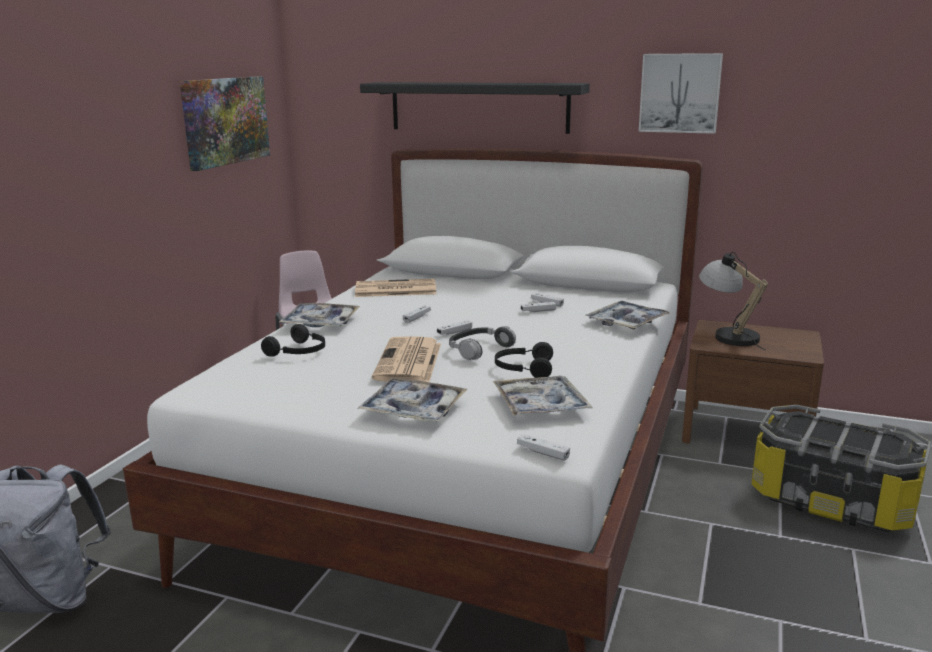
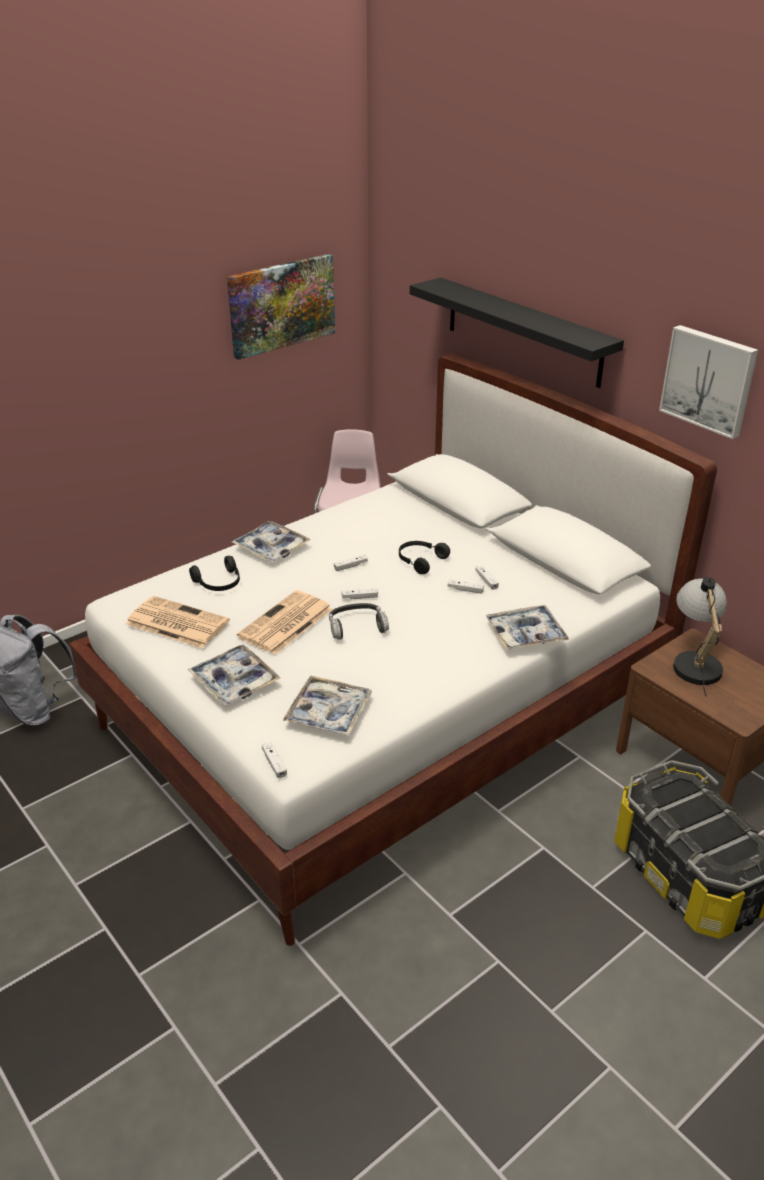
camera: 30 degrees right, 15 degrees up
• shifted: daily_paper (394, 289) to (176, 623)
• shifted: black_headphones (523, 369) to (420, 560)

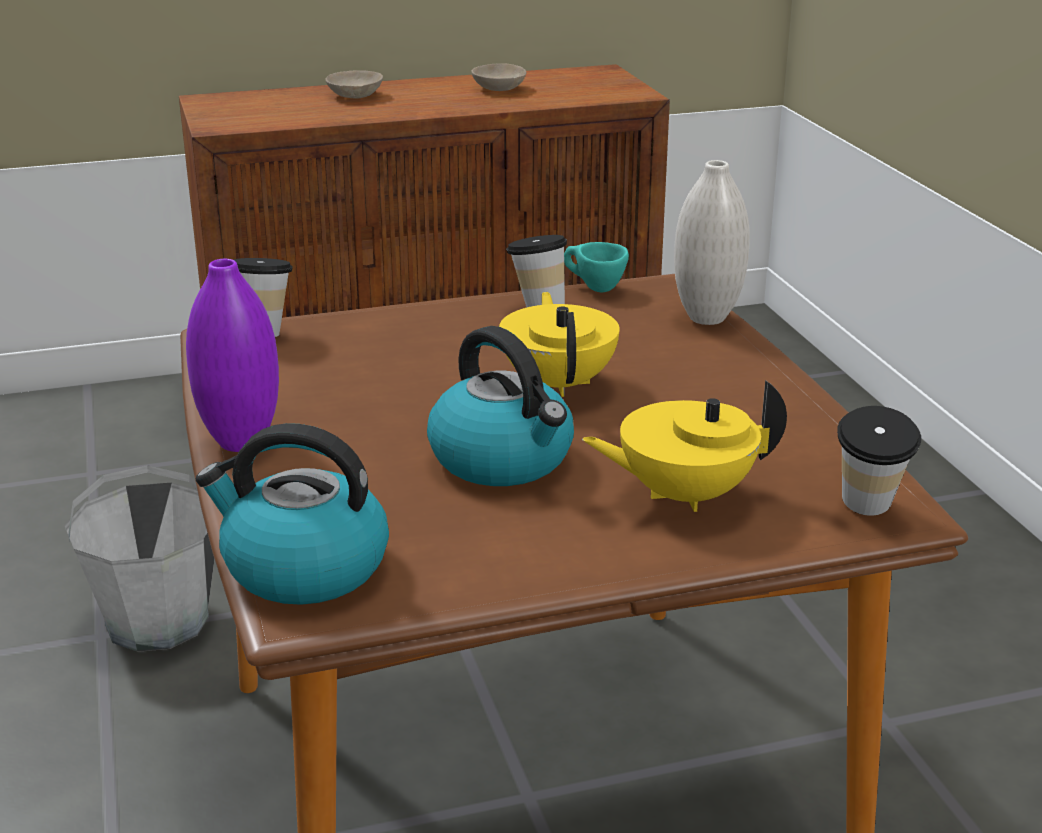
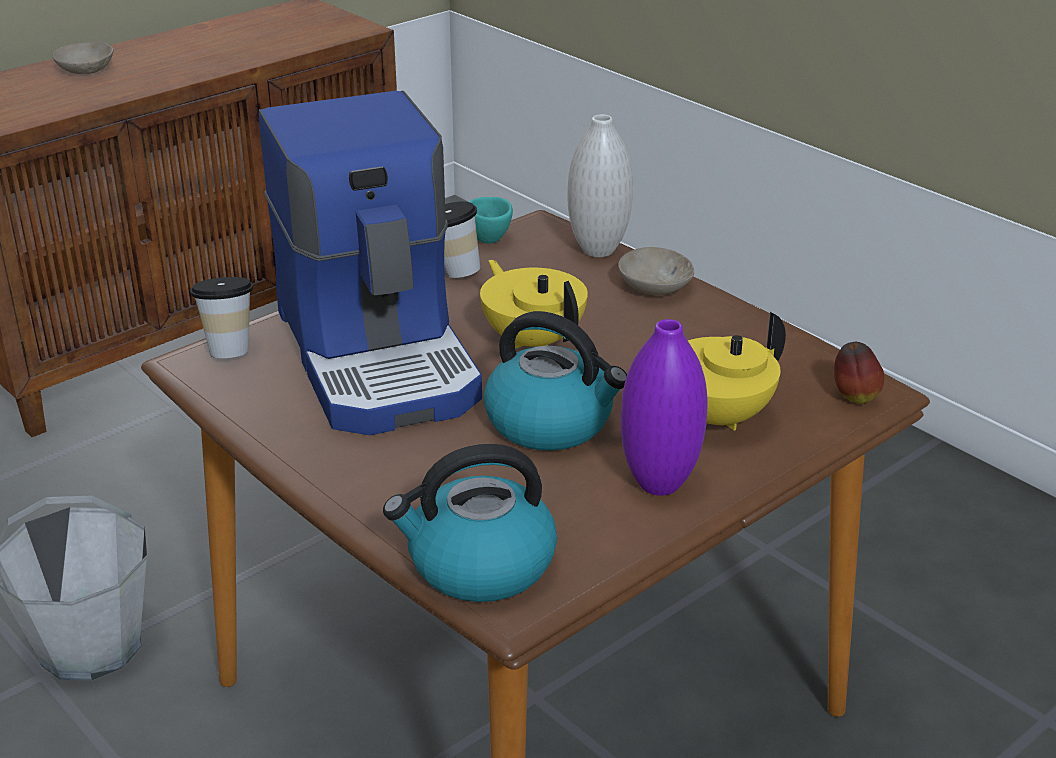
camera: 25 degrees left, 5 degrees up
• shifted: beige_serving_bowl (497, 88) to (652, 287)
• shifted: purplish_flower_vase (241, 442) to (659, 484)
• swapped: drinking_cup (868, 512) to whole_apple (854, 397)
• new: coffee_brewer (381, 356)

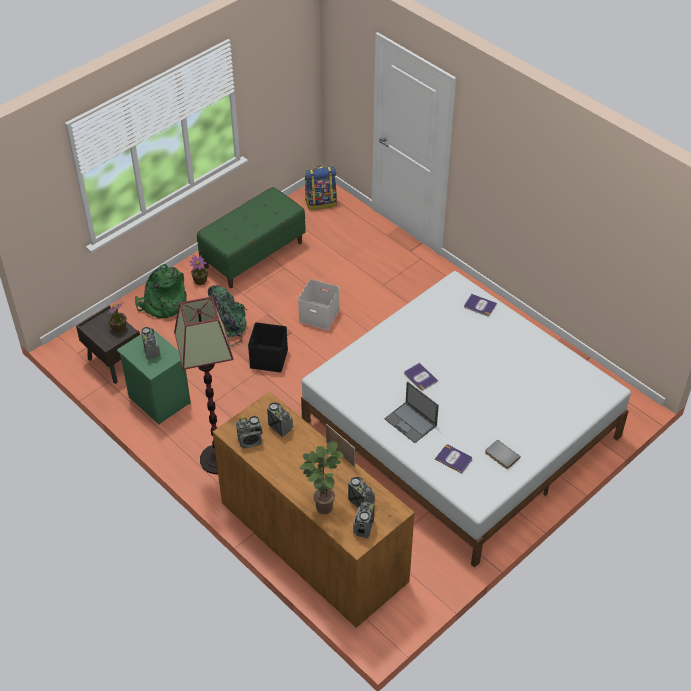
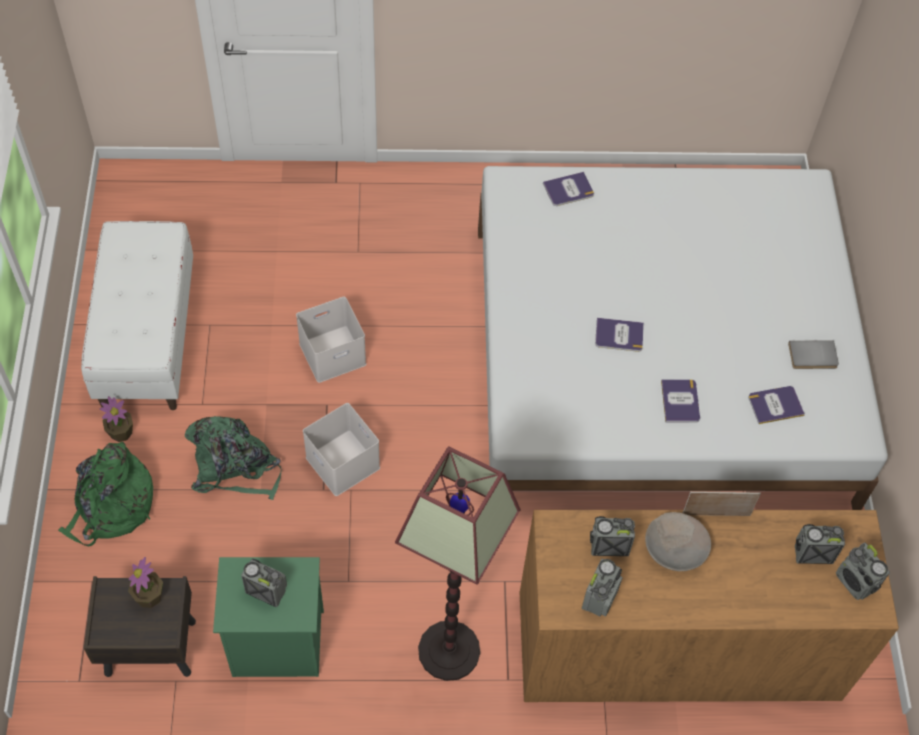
camera: 50 degrees left, 10 degrees up
• gone: rucksack (321, 202)
• repainted: greenish_bench (253, 254) to whitish_bench (147, 338)
• repainted: black_storage_box (268, 357) to whitish_storage_box (341, 462)
• swapped: laptop (411, 422) to bound_book (680, 401)
• gone: potted_plant (323, 505)
• new: beige_serving_bowl (675, 549)

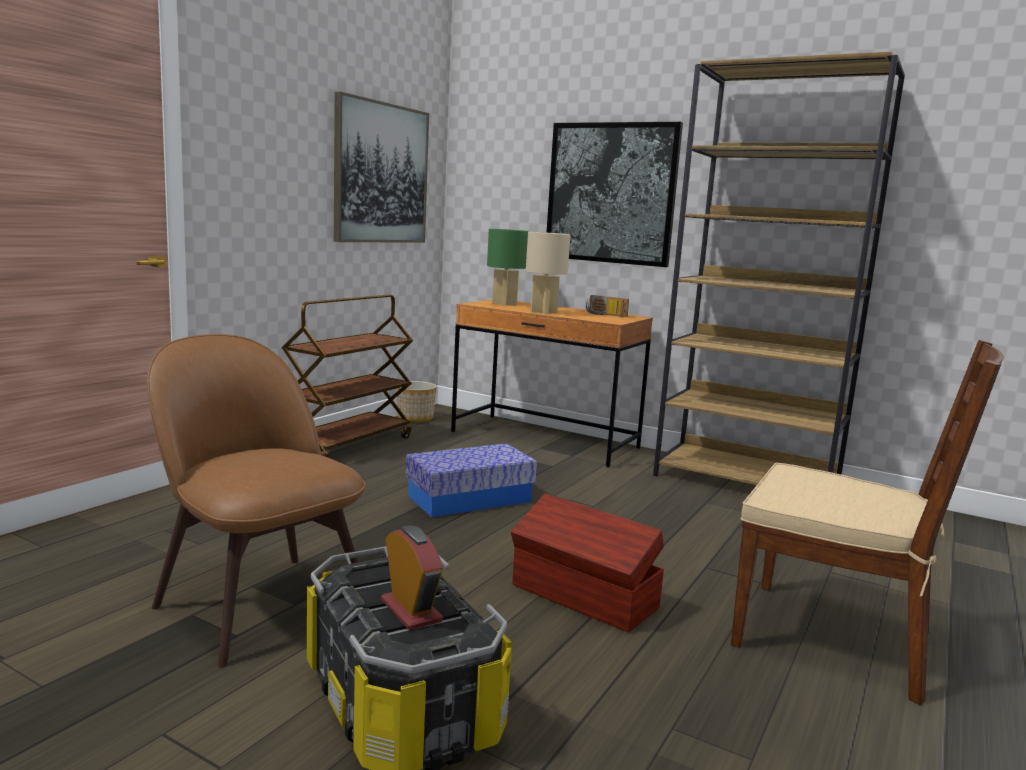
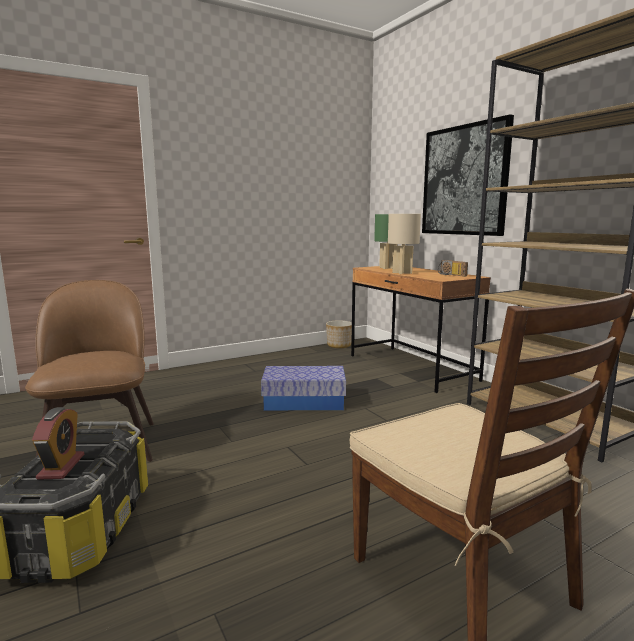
camera: 30 degrees right, 0 degrees up
• gone: picture (381, 173)
• gone: brown_trolley (348, 445)
• gone: brown_storage_box (584, 597)

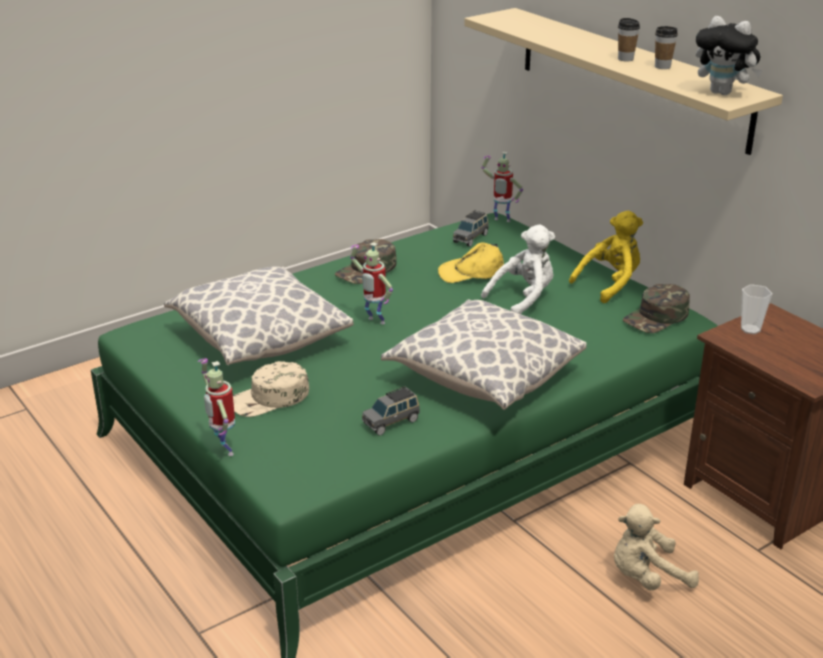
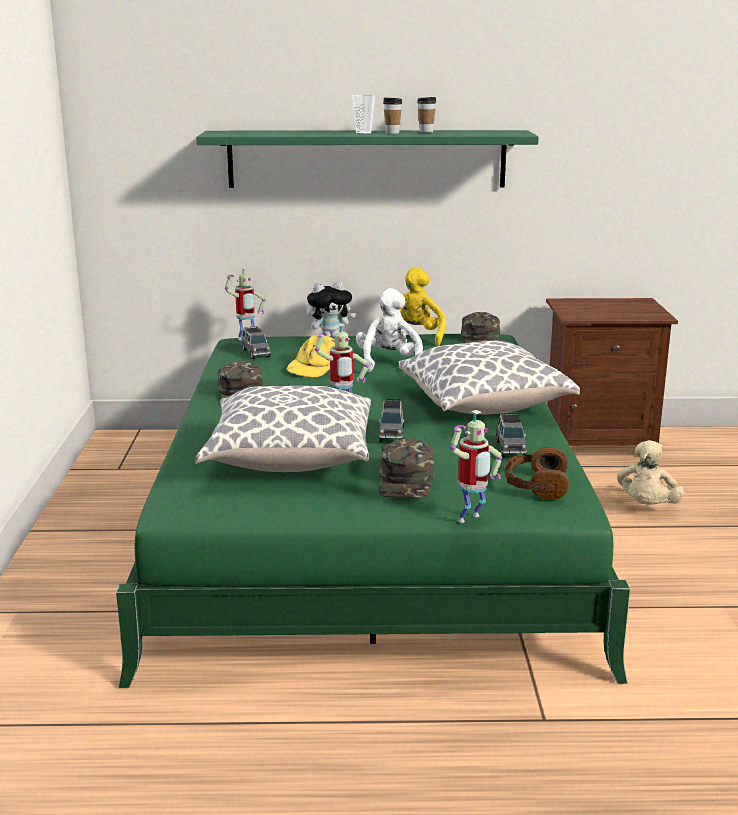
camera: 55 degrees left, 10 degrees down
• repainted: beige_wall_shelf (631, 77) to greenish_wall_shelf (367, 159)
• shifted: soft_toy (723, 93) to (330, 336)
• shifted: drinking_cup (750, 329) to (363, 133)
• rotated: robot_figure (223, 450) = (471, 520) 45 degrees counterclockwise
• repainted: beige_peaked_cap (269, 398) to greenish_peaked_cap (406, 481)
• new: greyish_model_car (391, 434)
• new: brown_headphones (535, 485)

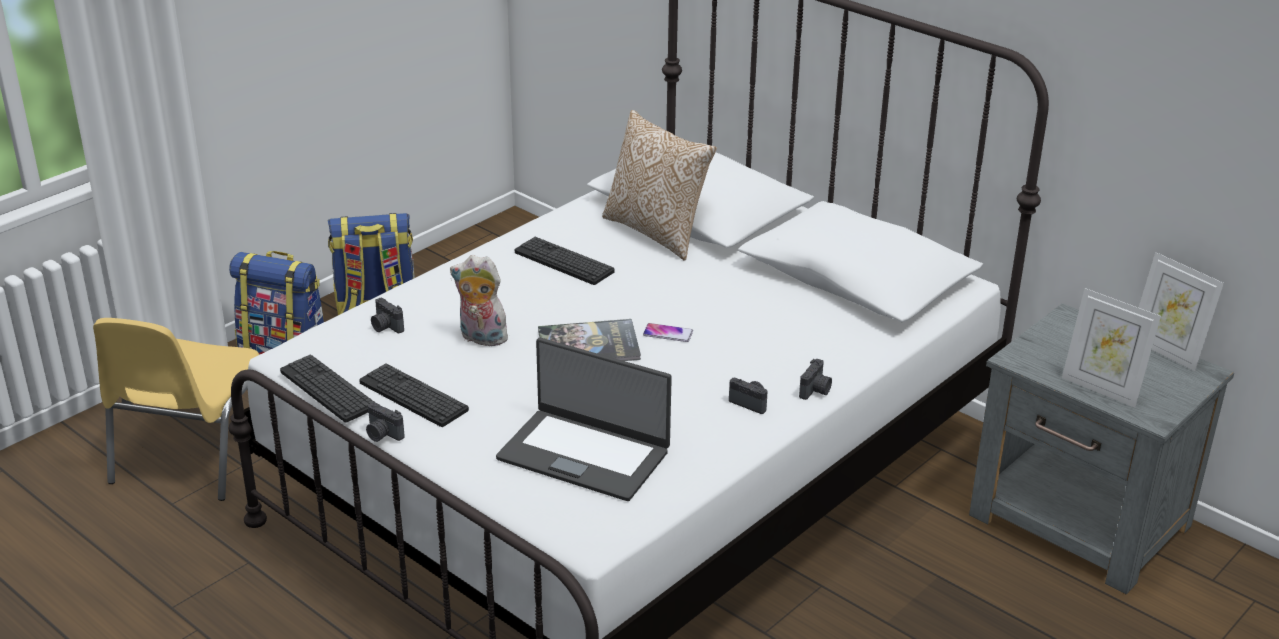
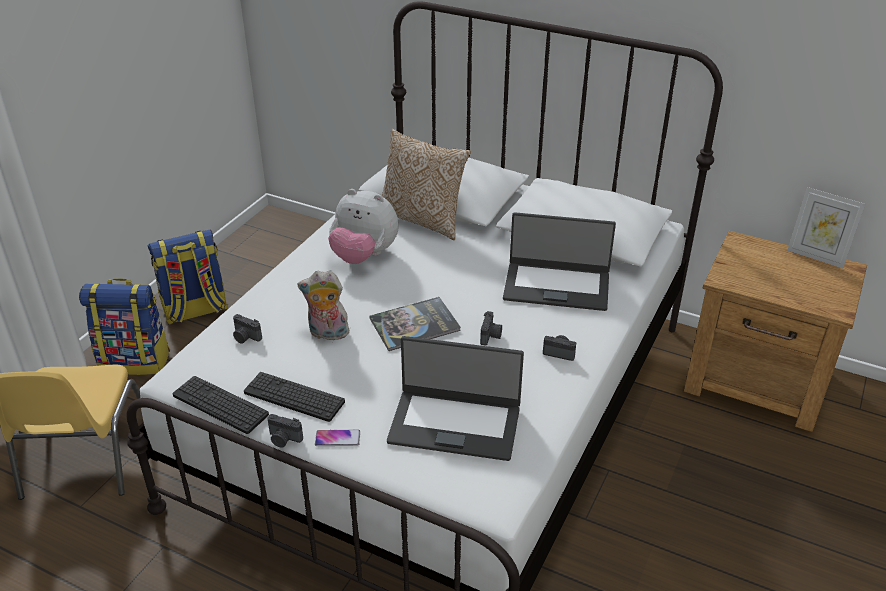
camera: 15 degrees left, 5 degrees up
• swapped: PC_keyboard (564, 262) to soft_toy (364, 256)
• gone: standing_frame (1101, 389)
• repainted: greyish_nightstand (1081, 523) to brown_nightstand (758, 382)
• shifted: phone (668, 333) to (337, 438)
• shifted: still_camera (816, 390) to (491, 336)
• new: laptop (556, 286)

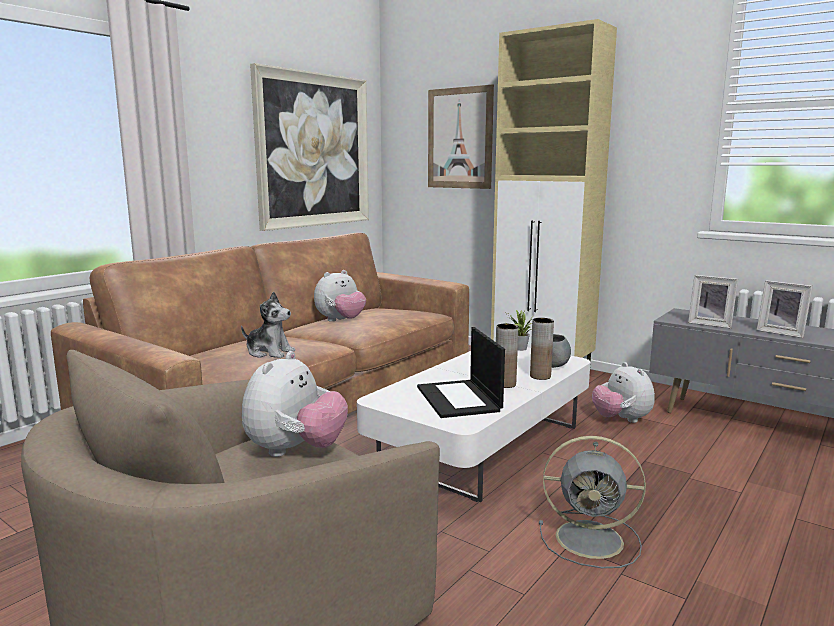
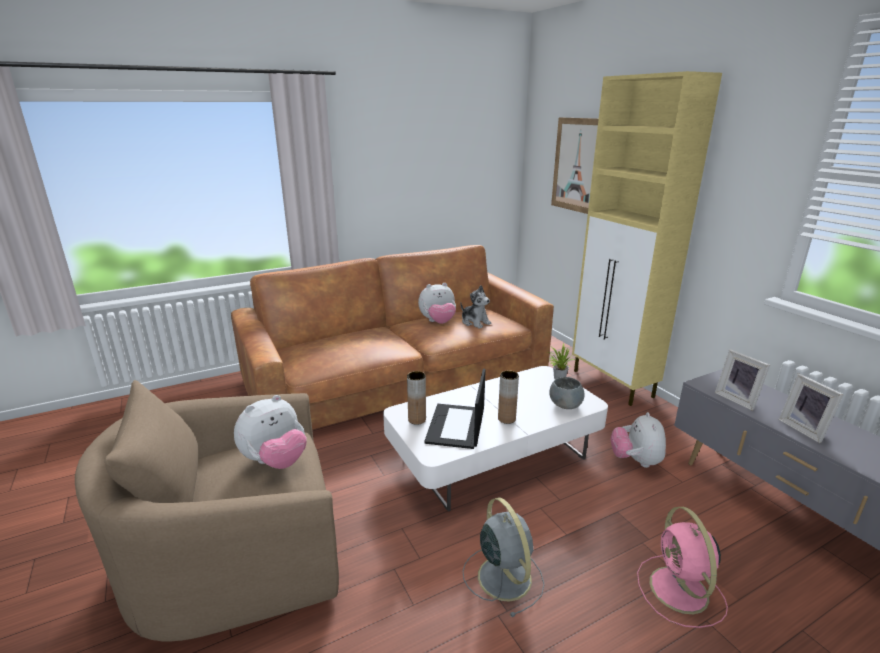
camera: 25 degrees right, 10 degrees up
• gone: picture (313, 150)
• shifted: soft_toy (269, 352) to (475, 322)
• shifted: brown_flower_vase (540, 376) to (417, 419)
• rotated: greyish_cooling_fan (592, 539) = (503, 576) 150 degrees counterclockwise
• new: pink-coloured_cooling_fan (680, 592)

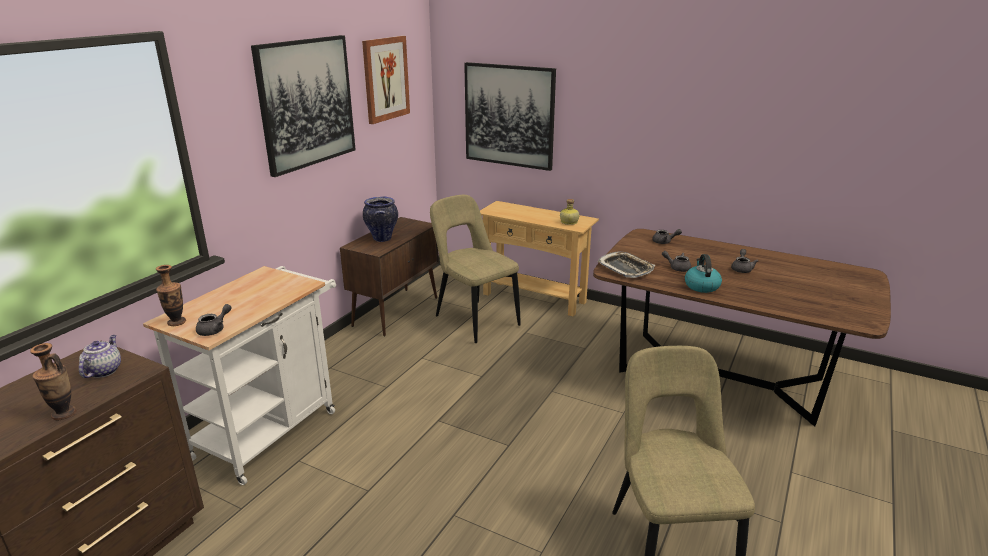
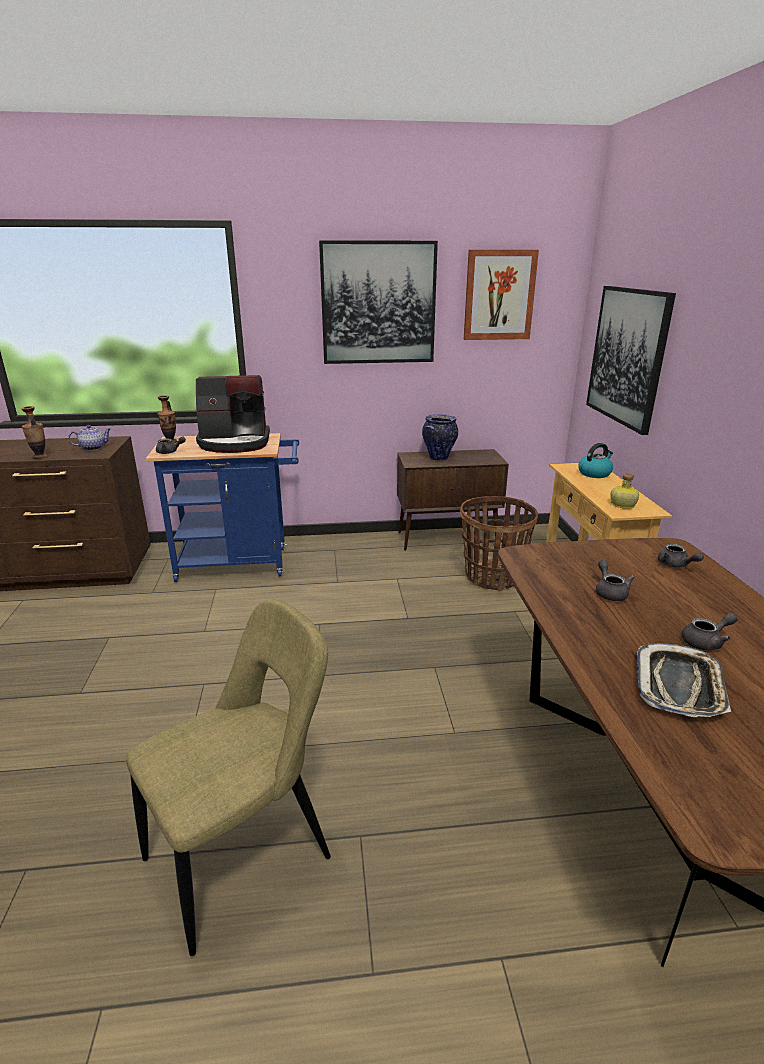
camera: 55 degrees right, 0 degrees up
• swapped: beige_chair (474, 319) to household_basket (493, 576)
• shifted: carrying_tray (626, 268) to (679, 686)
• shifted: water_kettle (701, 286) to (594, 473)
• repainted: whitish_trolley (271, 429) to bluish_trolley (240, 563)
• new: coffee_brewer (235, 443)

